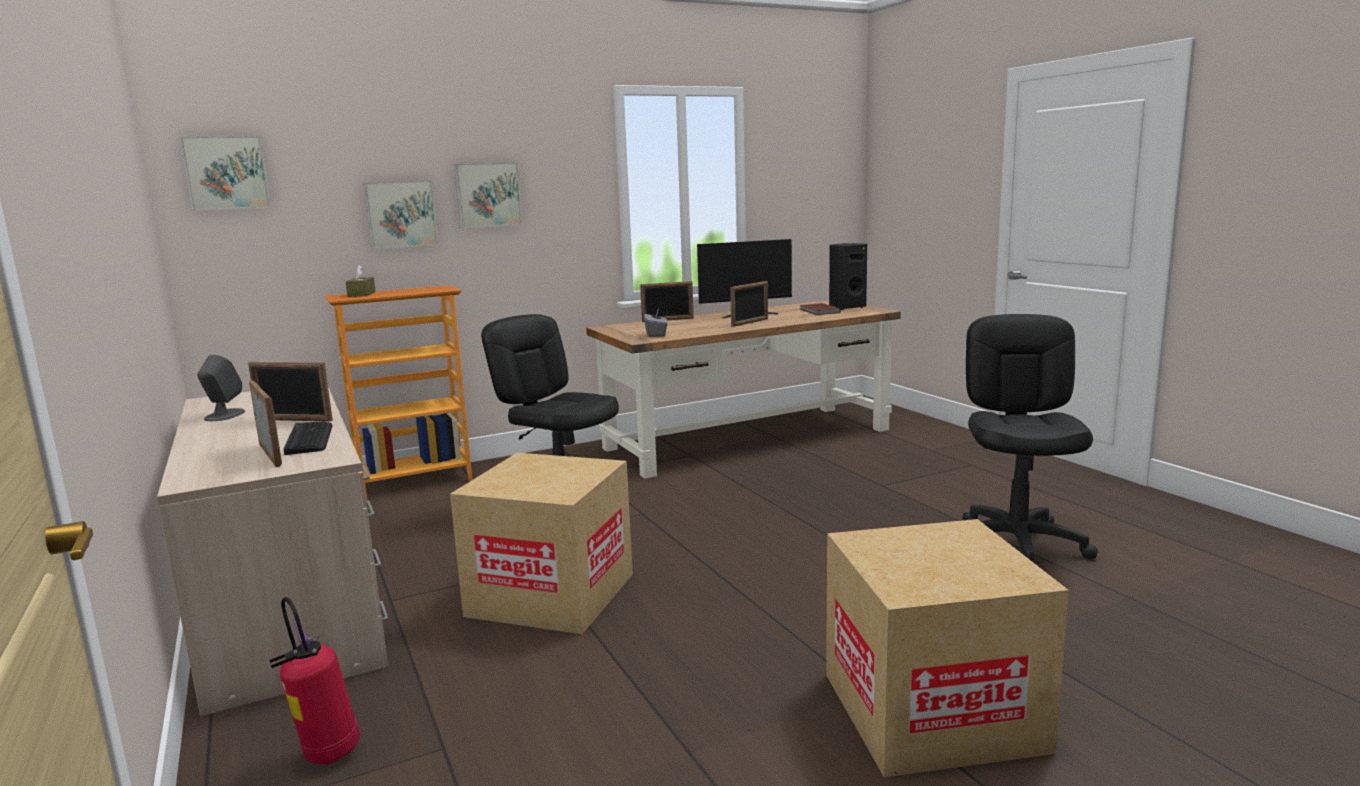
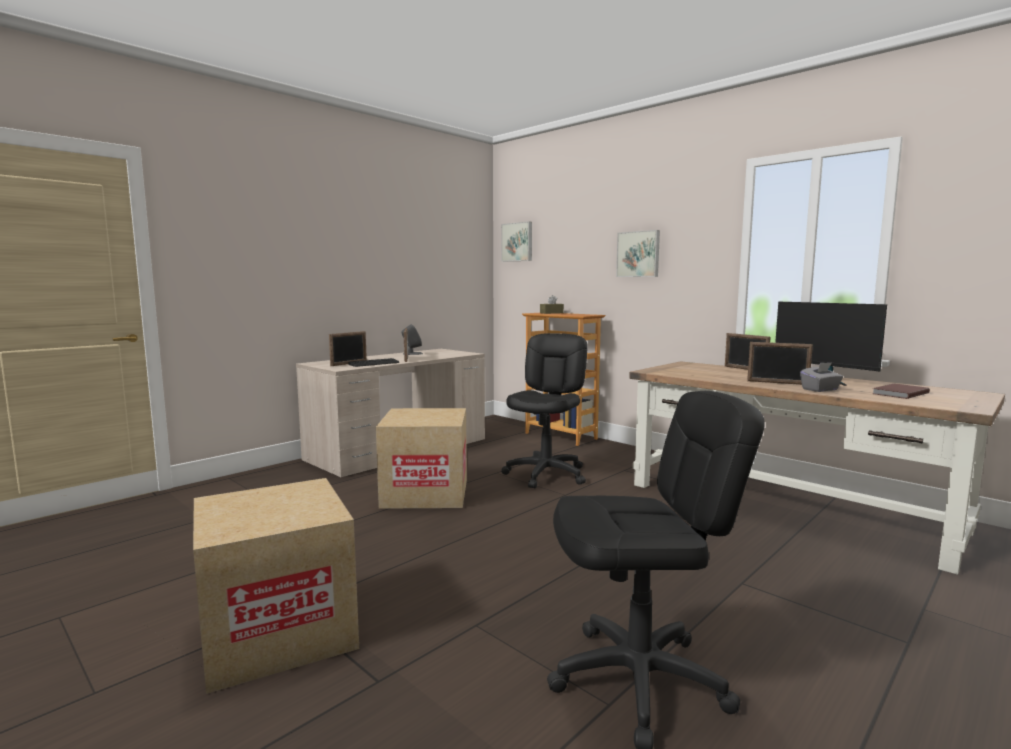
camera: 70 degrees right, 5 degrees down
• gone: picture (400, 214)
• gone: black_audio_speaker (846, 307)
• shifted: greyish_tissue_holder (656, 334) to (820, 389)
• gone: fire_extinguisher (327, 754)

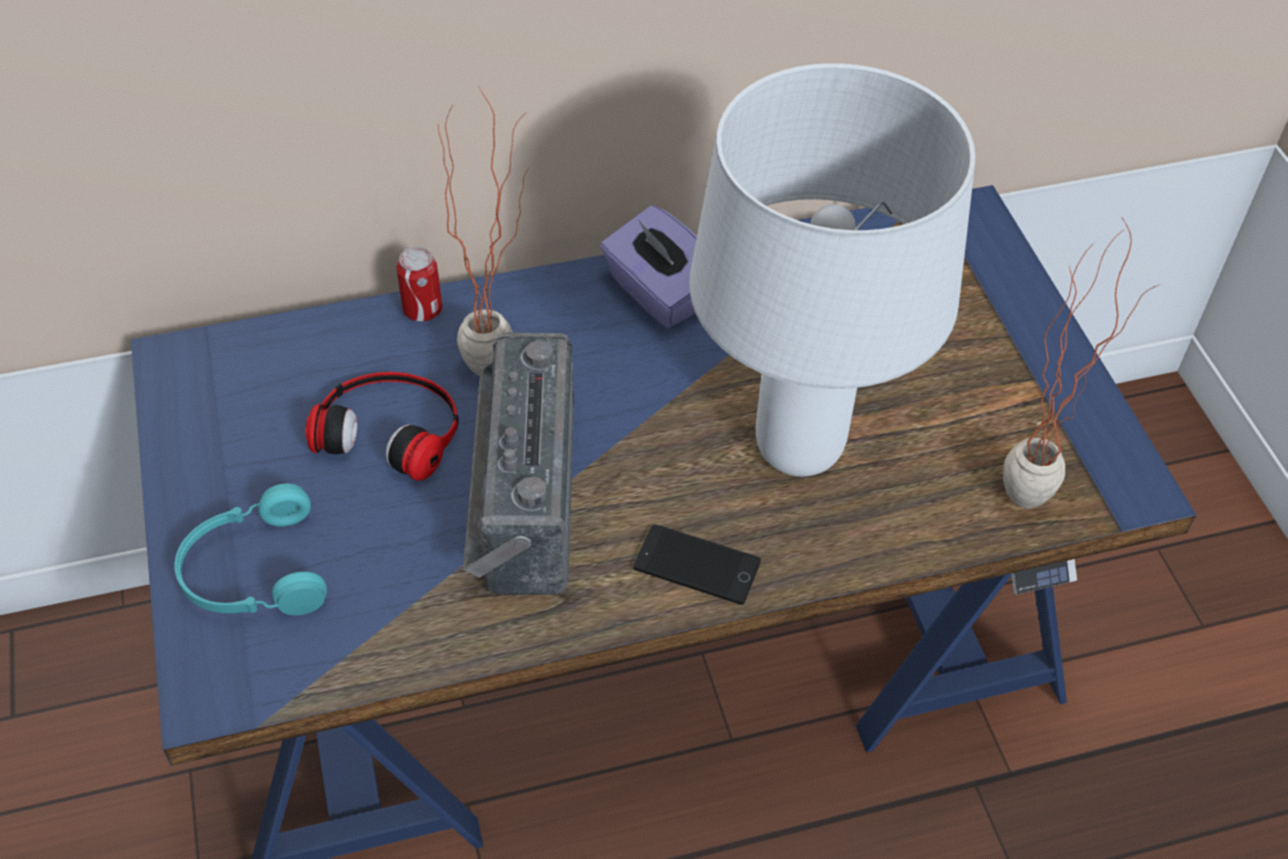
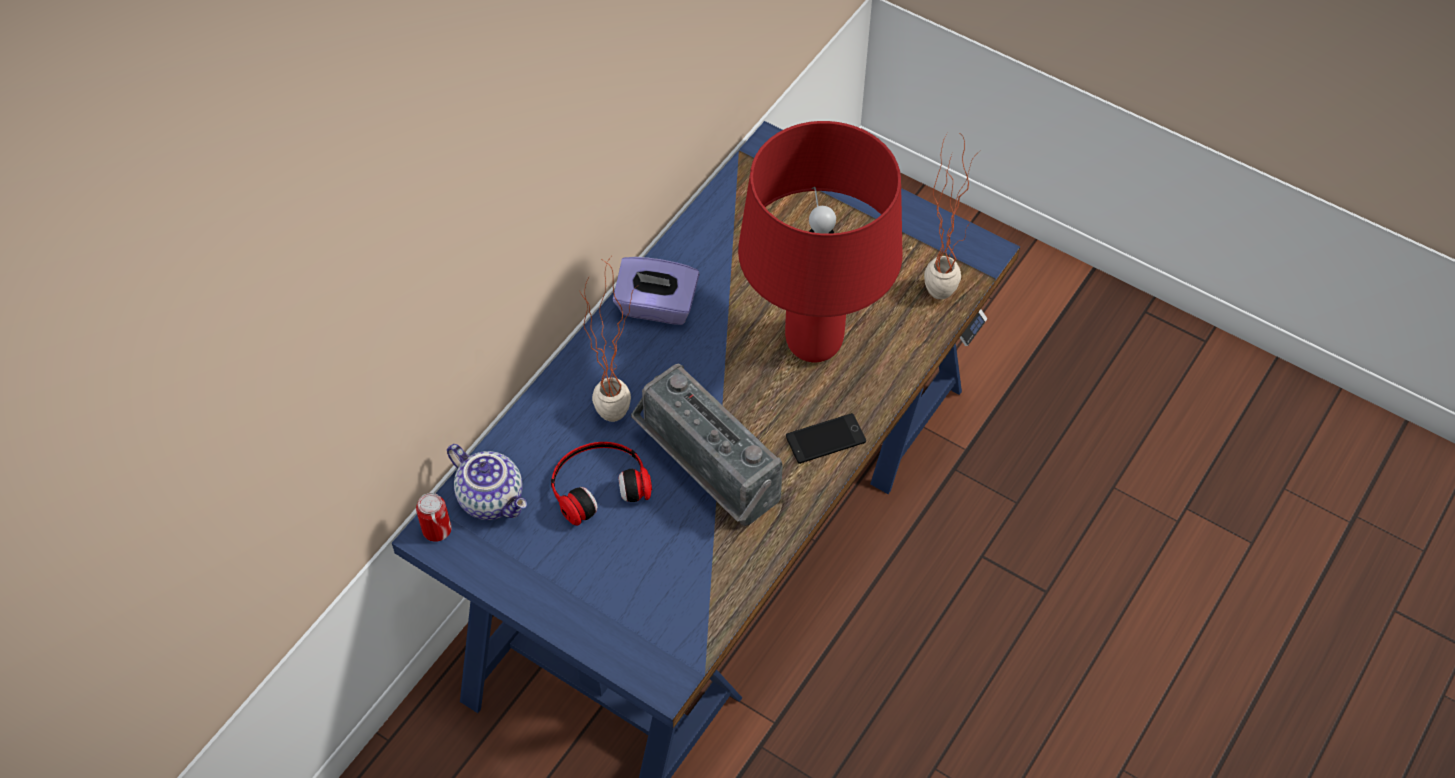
camera: 40 degrees left, 5 degrees up
• repainted: whitish_table_lamp (799, 448) to red-coloured_table_lamp (813, 343)
• shifted: sealed_can (423, 310) to (437, 530)
• gone: turquoise_headphones (252, 572)
• new: teapot (493, 498)

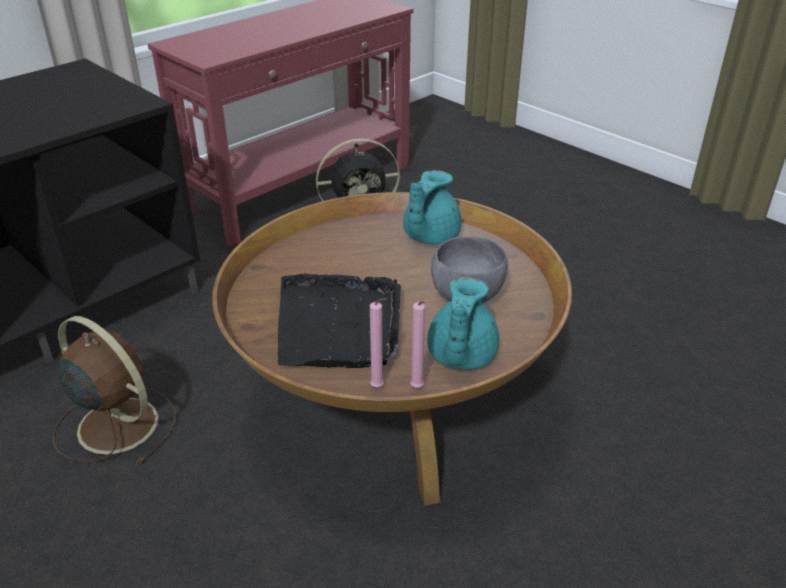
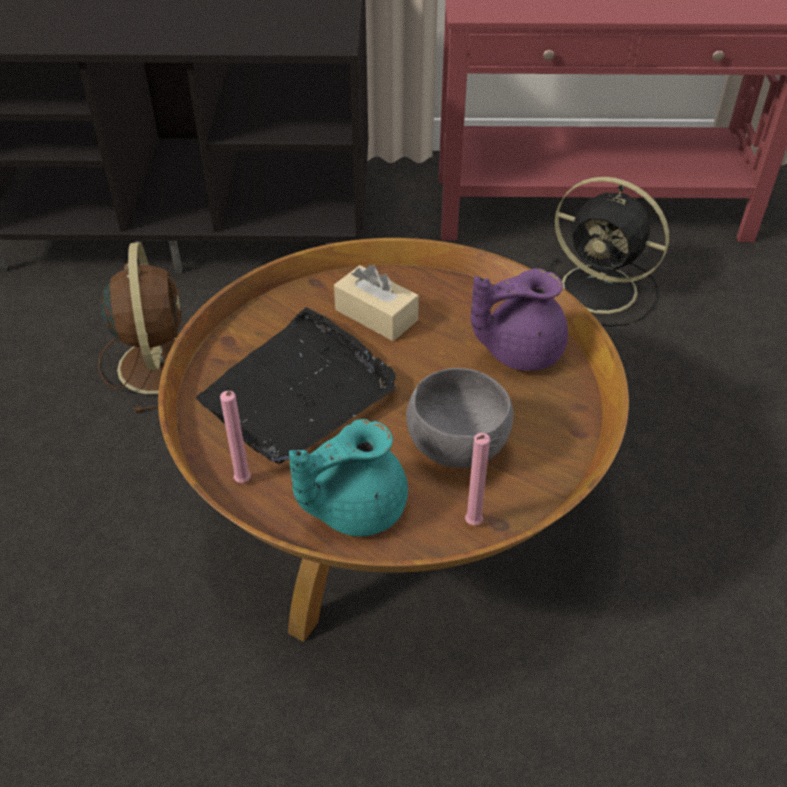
camera: 45 degrees right, 10 degrees up
• repainted: turquoise_teapot (429, 236) to purplish_teapot (519, 350)
• shifted: pink-coloured_wax_candle (417, 389) to (472, 525)
• new: beige_tissue_holder (376, 315)

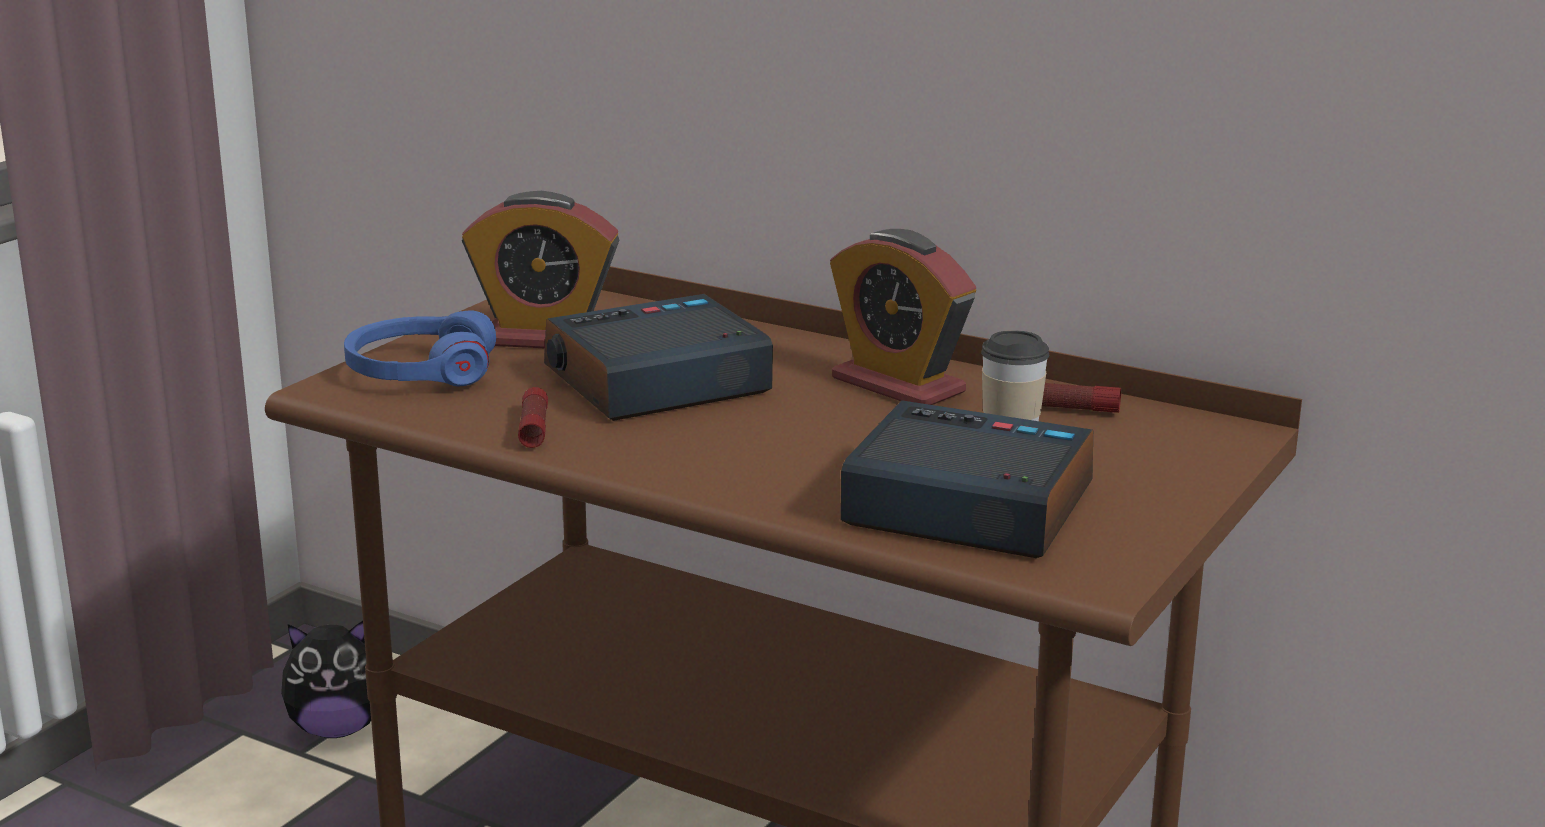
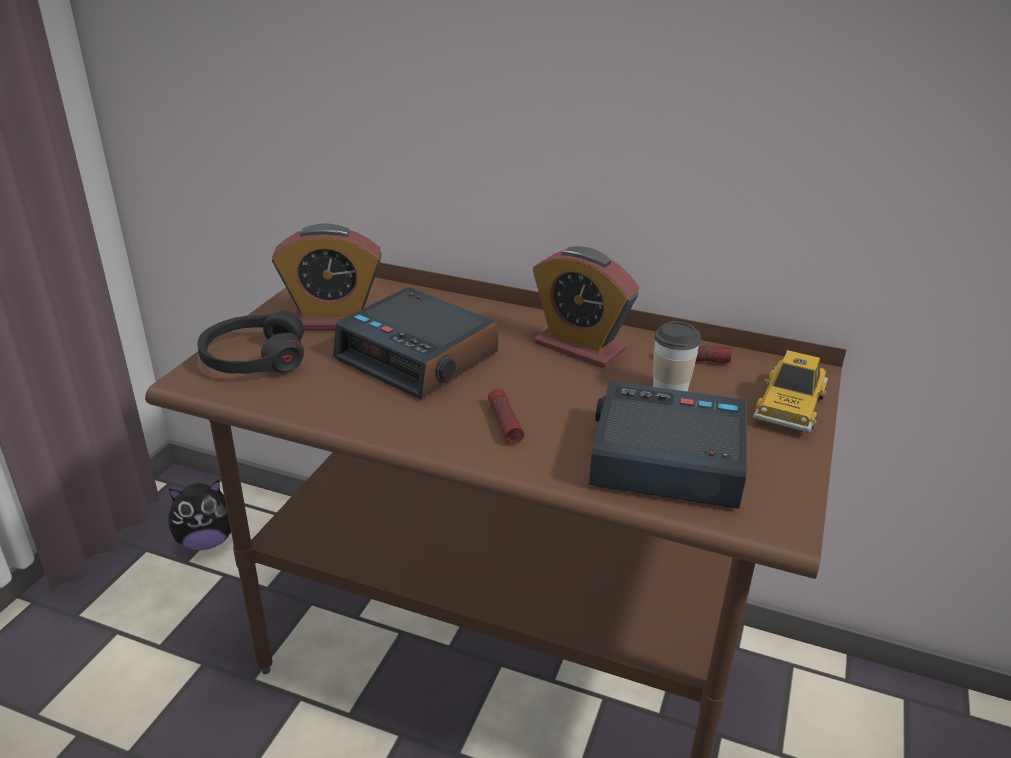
camera: 10 degrees left, 10 degrees up
• rotated: alarm_clock (655, 383) = (419, 357) 105 degrees counterclockwise
• repainted: bluish_headphones (421, 372) to black_headphones (254, 359)
• shifted: torch (533, 429) to (504, 423)
• new: model_car (789, 406)

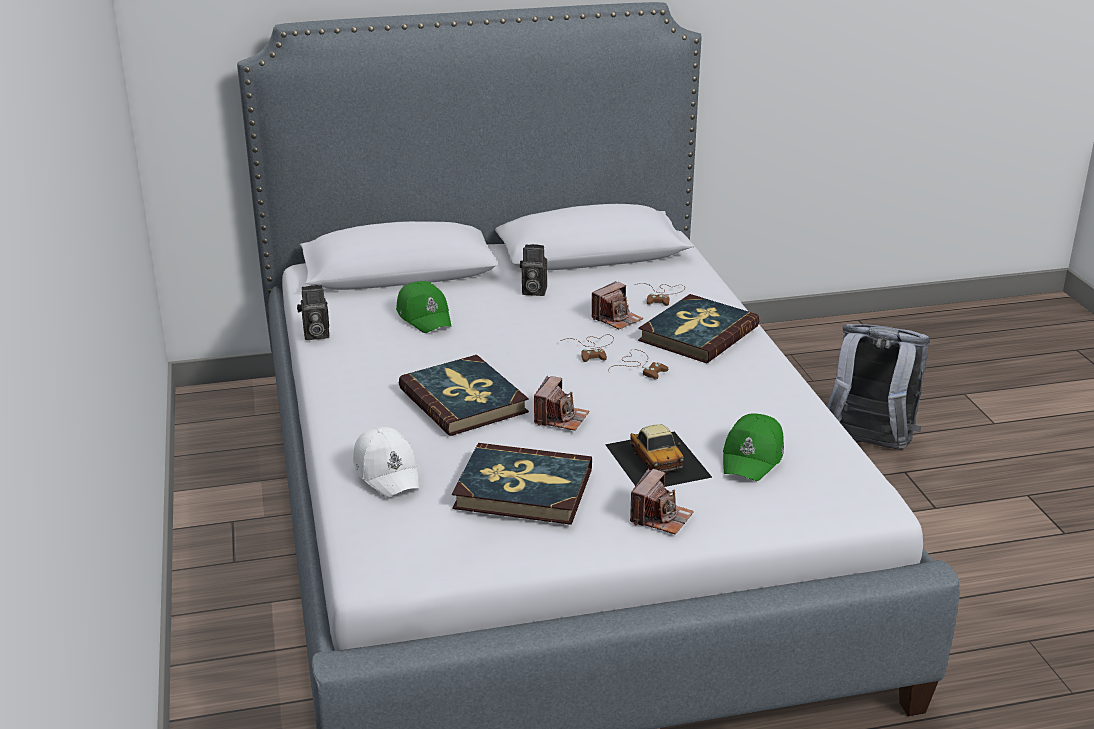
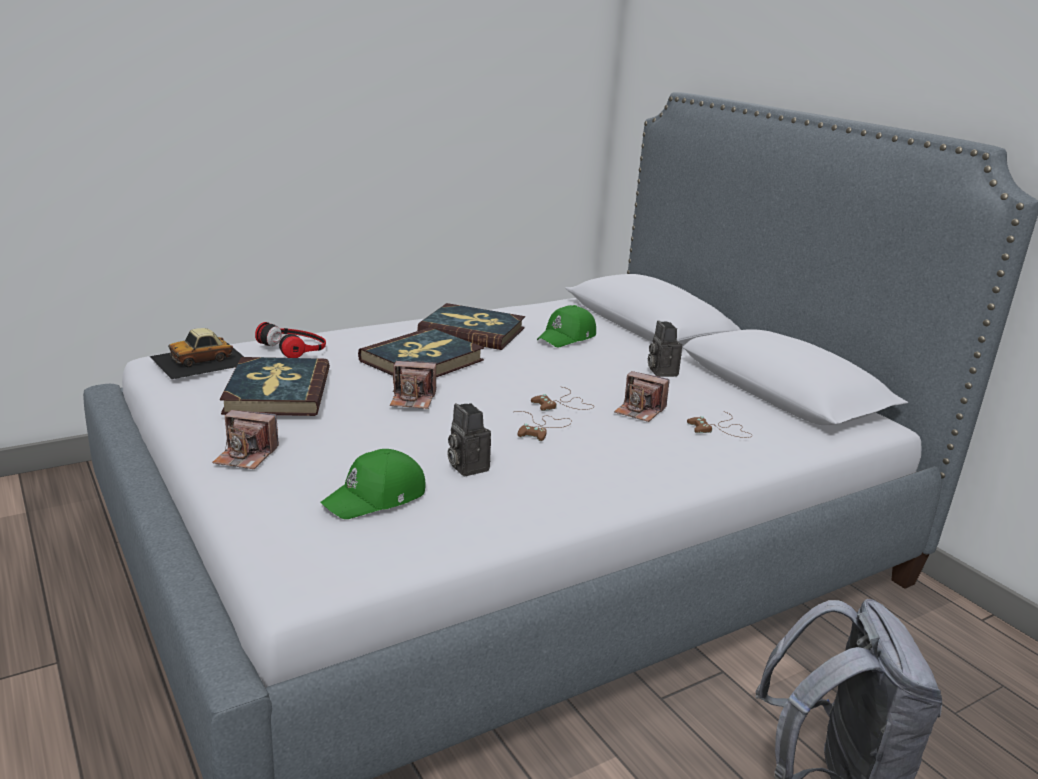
camera: 70 degrees right, 5 degrees down
• shifted: still_camera (315, 335) to (466, 466)
• shifted: bound_book (697, 333) to (472, 331)
• rotated: greenish_peaked_cap (753, 457) = (376, 498) 45 degrees counterclockwise
• shifted: model_car (658, 460) to (201, 360)
• swapped: whitish_peaked_cap (387, 472) to headphones (295, 347)

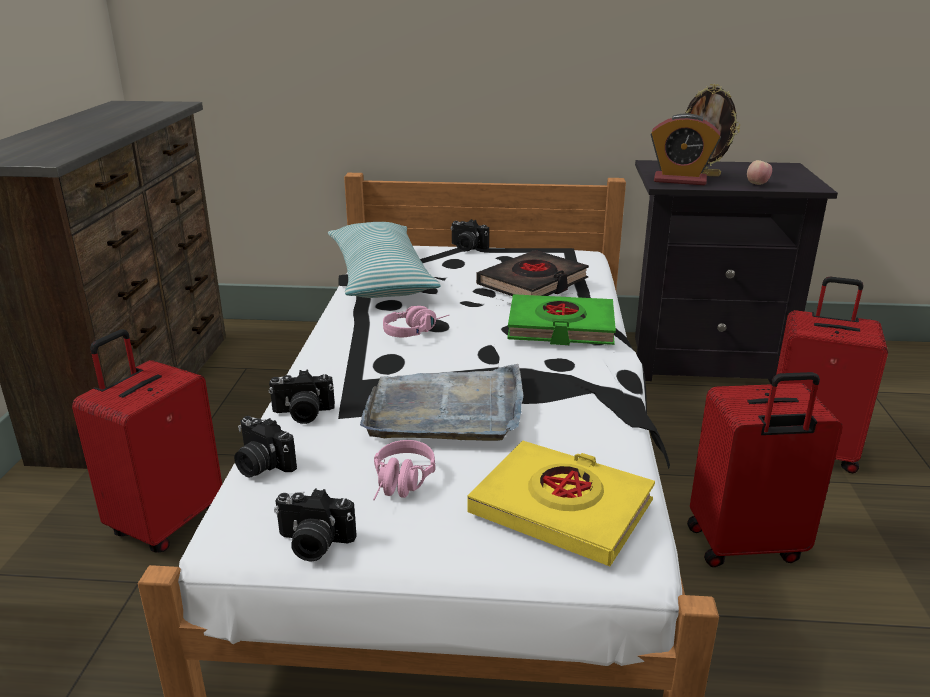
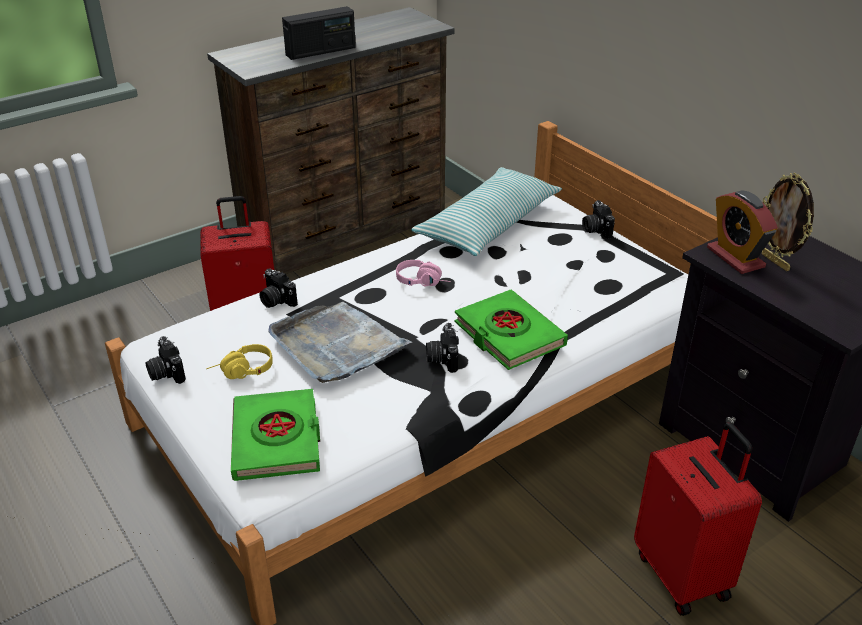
camera: 50 degrees right, 10 degrees up
• gone: whole_apple (757, 185)
• gone: black_bound_book (533, 283)
• gone: red-coloured_suitcase (745, 546)
• shifted: still_camera (261, 465) to (442, 358)
• repainted: pink-coloured_headphones (401, 486) to yellow_headphones (241, 372)
• repainted: yellow_bound_book (562, 509) to greenish_bound_book (277, 440)
• new: radio_set (321, 51)

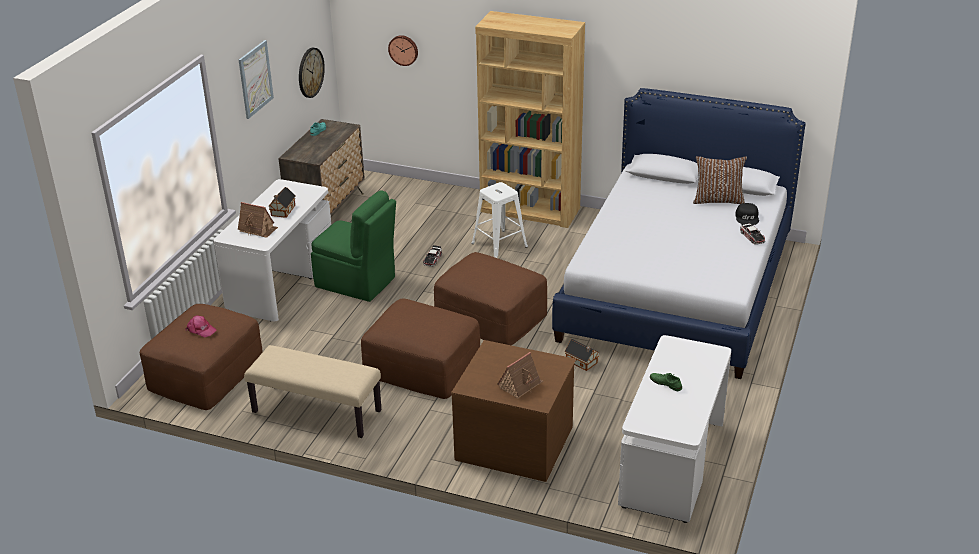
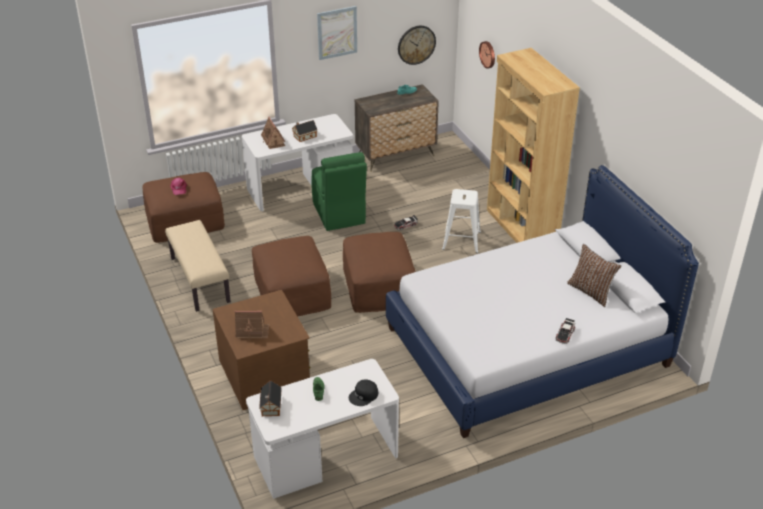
camera: 45 degrees right, 5 degrees up
• shifted: black_peaked_cap (747, 218) to (364, 395)
• shifted: toy_house (582, 362) to (270, 407)

